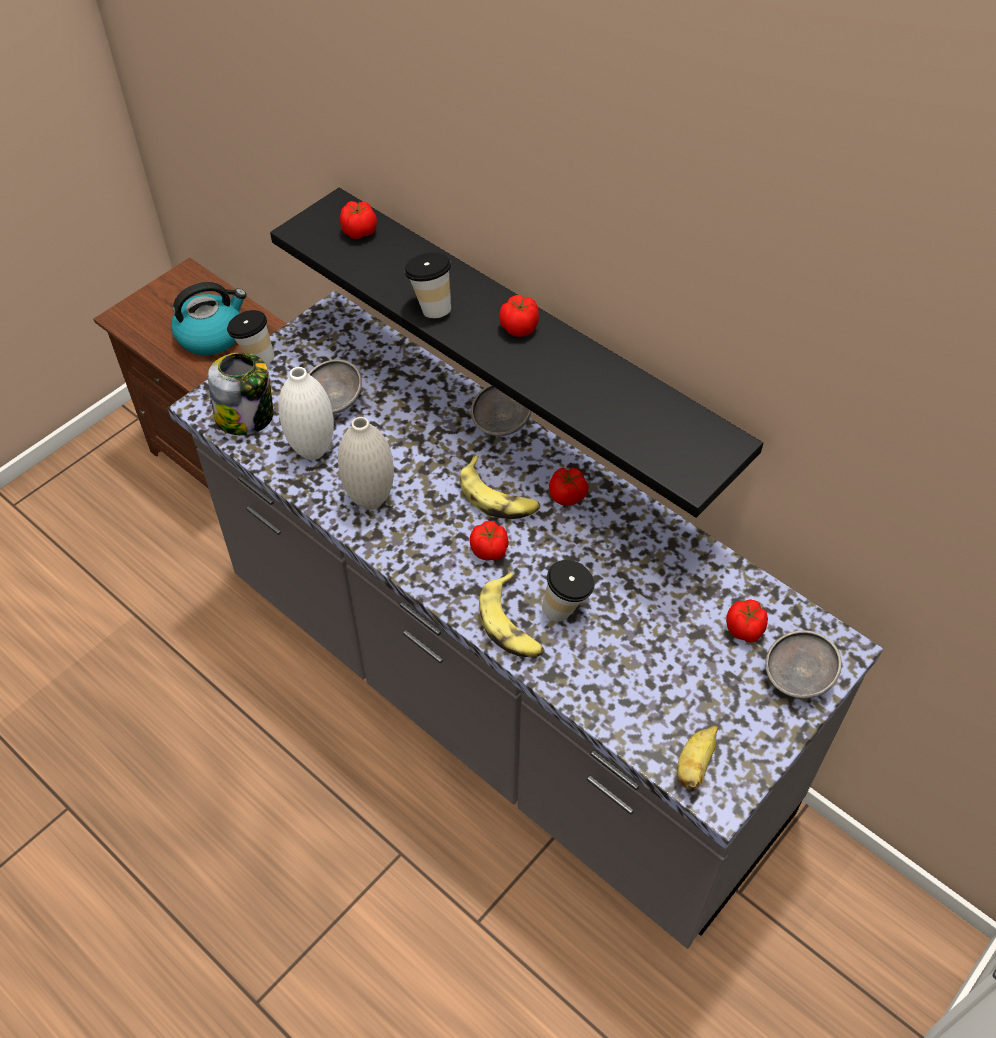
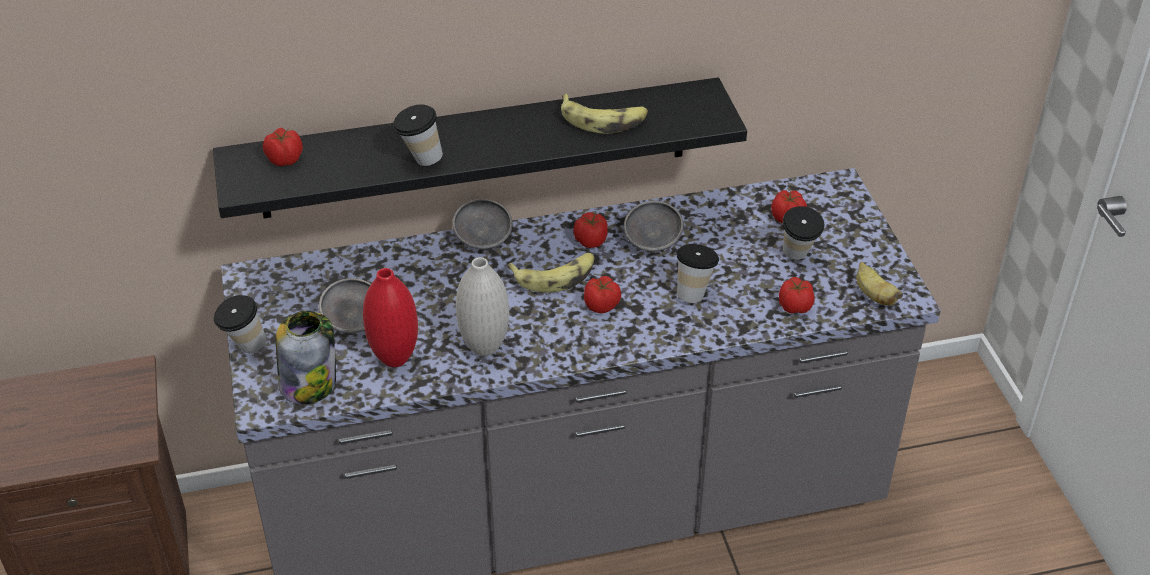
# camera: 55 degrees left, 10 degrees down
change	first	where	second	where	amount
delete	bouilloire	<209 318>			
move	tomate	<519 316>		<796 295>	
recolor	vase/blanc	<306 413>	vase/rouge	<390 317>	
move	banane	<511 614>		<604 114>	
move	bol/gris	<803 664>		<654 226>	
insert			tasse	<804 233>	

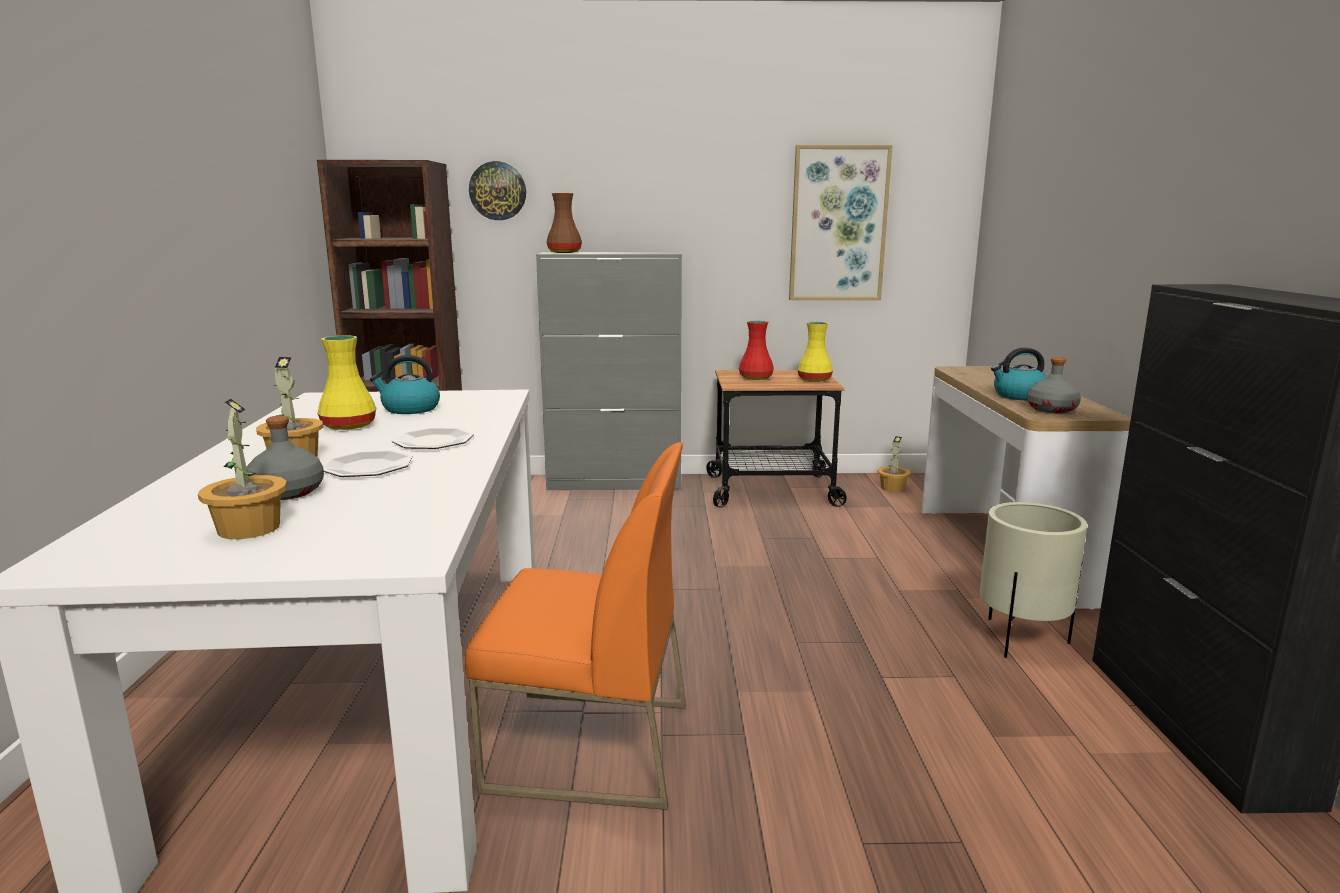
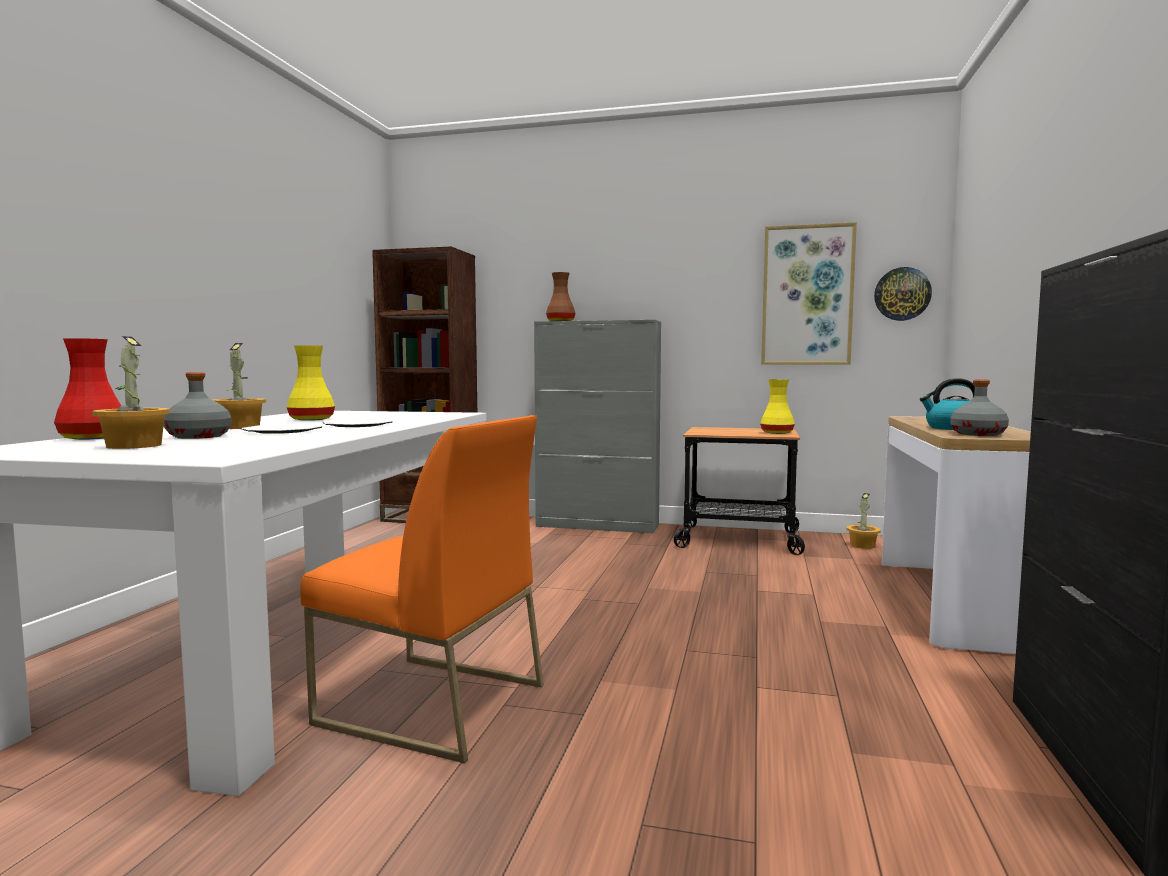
# camera: 15 degrees right, 10 degrees down
change	first	where	second	where	amount
move	horloge murale	<497 190>		<903 294>	
move	vase/rouge	<756 350>		<87 389>	
delete	bouilloire	<405 384>			
delete	cache-pot/beige	<1033 580>			

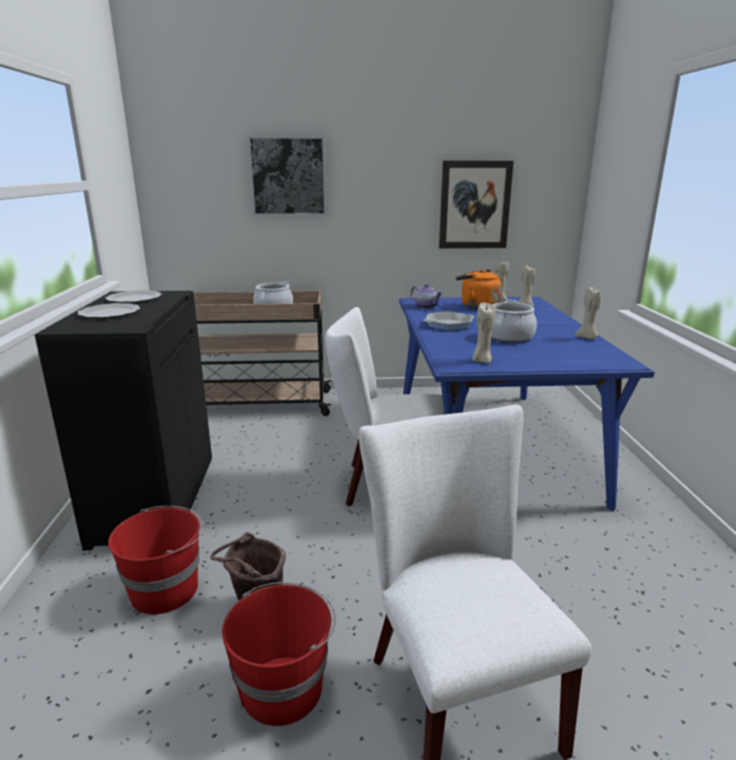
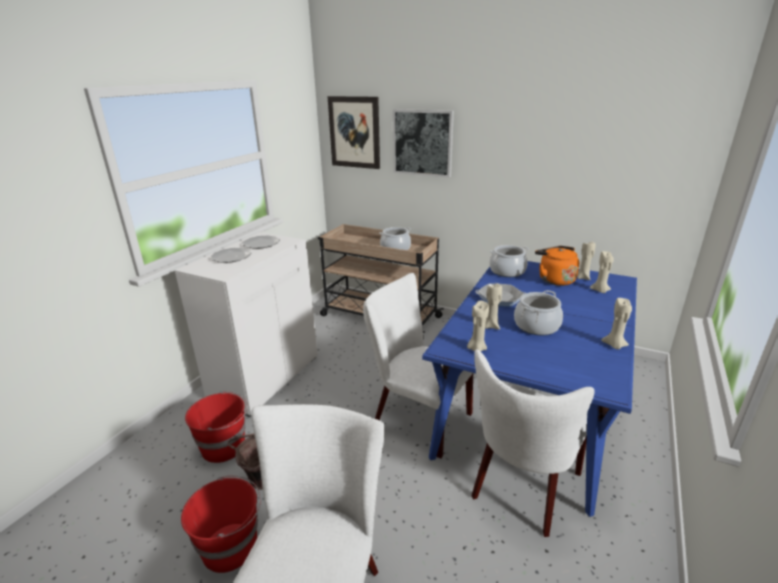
# camera: 30 degrees right, 5 degrees up
change	first	where	second	where	amount
move	tableau	<476 204>		<354 132>	
replace	théière	<426 296>	marmite	<509 261>	
recolor	meuble de rangement/noir	<123 420>	meuble de rangement/blanc	<246 324>	
insert			bougie/beige	<493 306>	
insert			chaise/blanc	<533 443>	

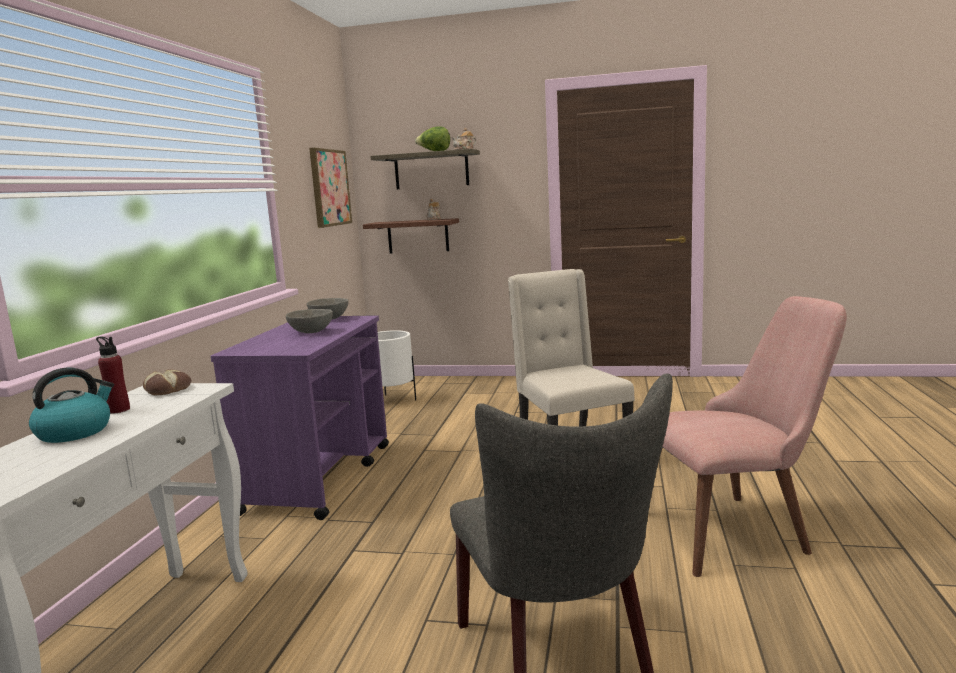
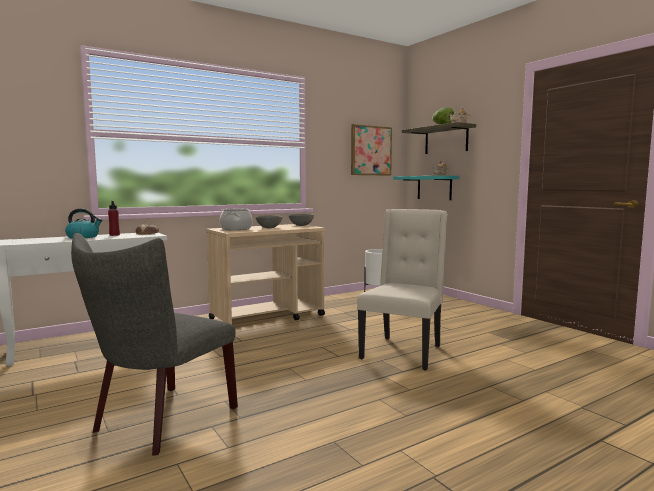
# camera: 45 degrees right, 5 degrees down
change	first	where	second	where	amount
recolor	étagère/marron	<411 235>	étagère/turquoise	<426 188>	
delete	chaise/rose	<753 436>			
recolor	chariot/violet	<300 417>	chariot/beige	<265 274>	
insert			marmite	<236 219>	

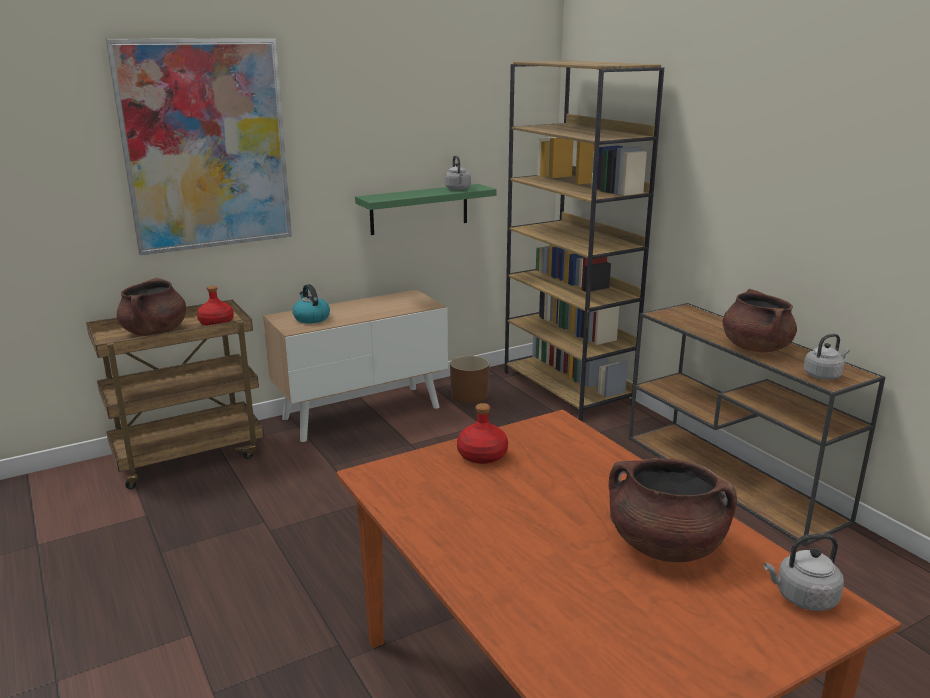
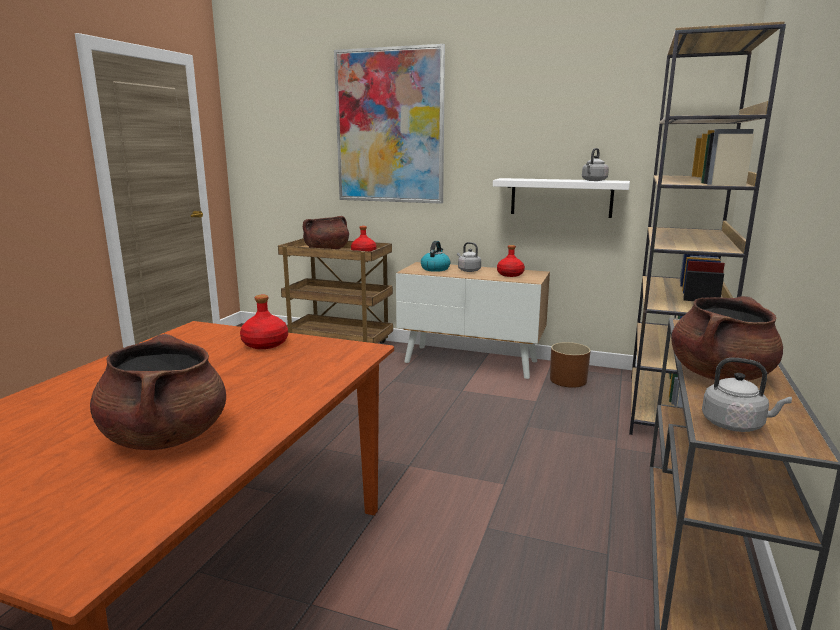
# camera: 50 degrees right, 5 degrees down
change	first	where	second	where	amount
recolor	étagère/vert	<426 209>	étagère/blanc	<561 198>	
move	bouilloire/gris	<804 572>		<469 257>	
insert			bouteille/rouge	<511 261>	

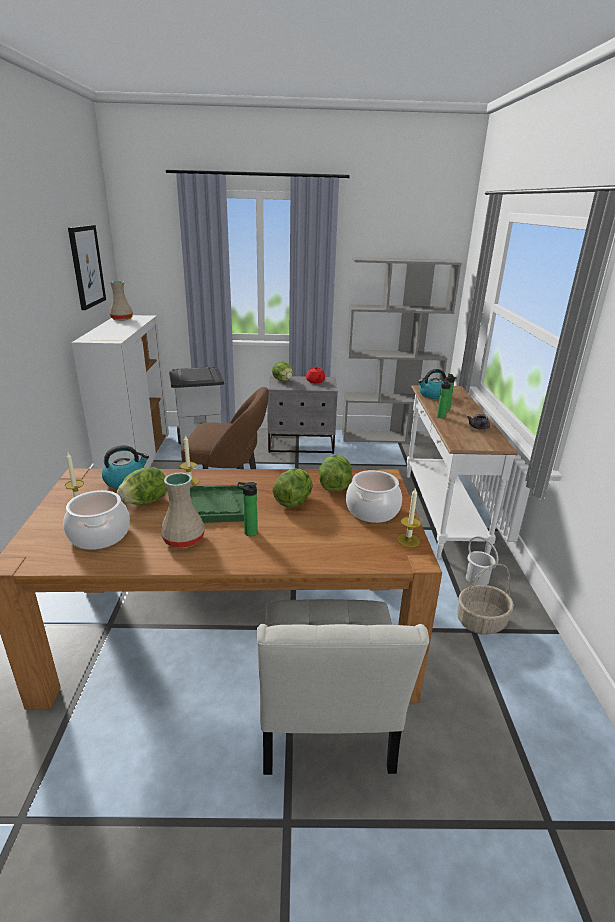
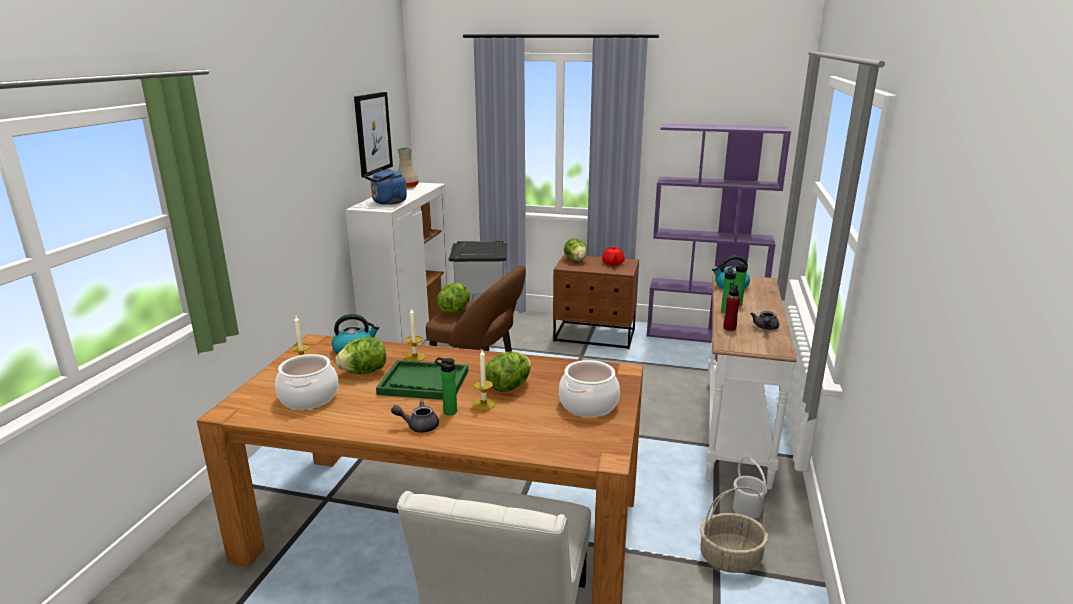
# camera: 15 degrees right, 5 degrees down
change	first	where	second	where	amount
recolor	bibliothèque/gris	<402 350>	bibliothèque/violet	<719 233>	
recolor	table de chevet/gris	<302 415>	table de chevet/marron	<596 301>	
move	laitue	<335 473>		<453 298>	
delete	vase/beige	<183 510>			
move	bougie	<409 517>		<484 380>	
insert			bouilloire/bleu	<385 187>	
insert			bouteille/rouge	<731 307>	
insert			théière/gris	<415 416>	

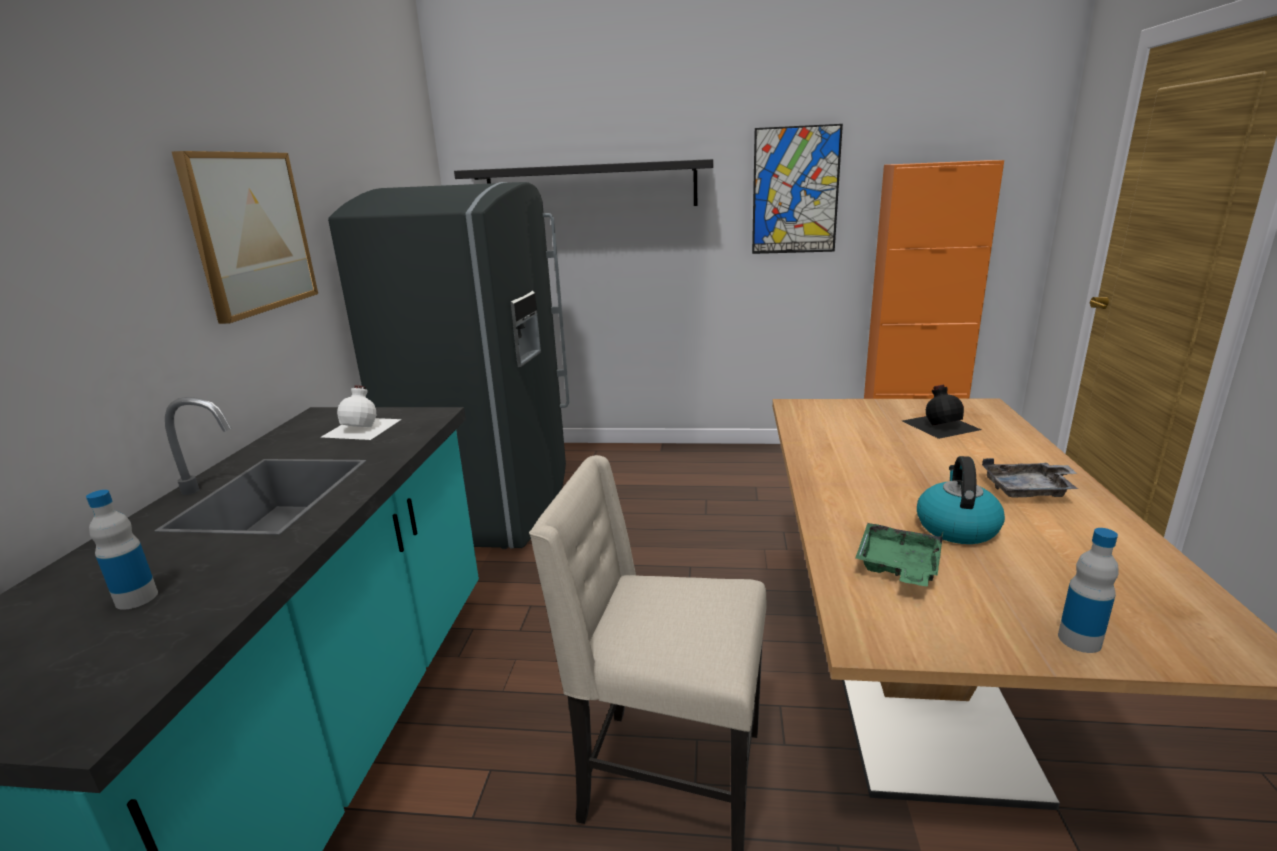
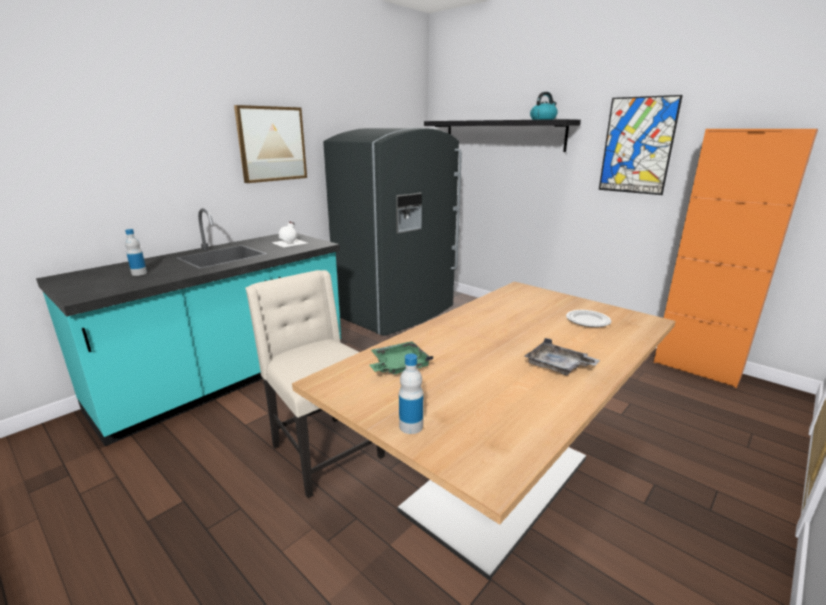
# camera: 35 degrees right, 0 degrees up
change	first	where	second	where	amount
replace	bouteille/noir	<941 412>	assiette	<588 318>	
move	bouilloire	<961 500>		<544 106>	

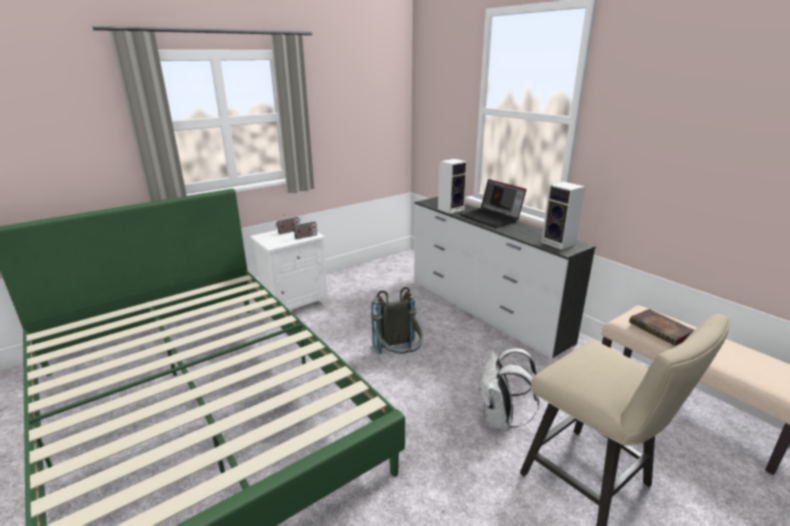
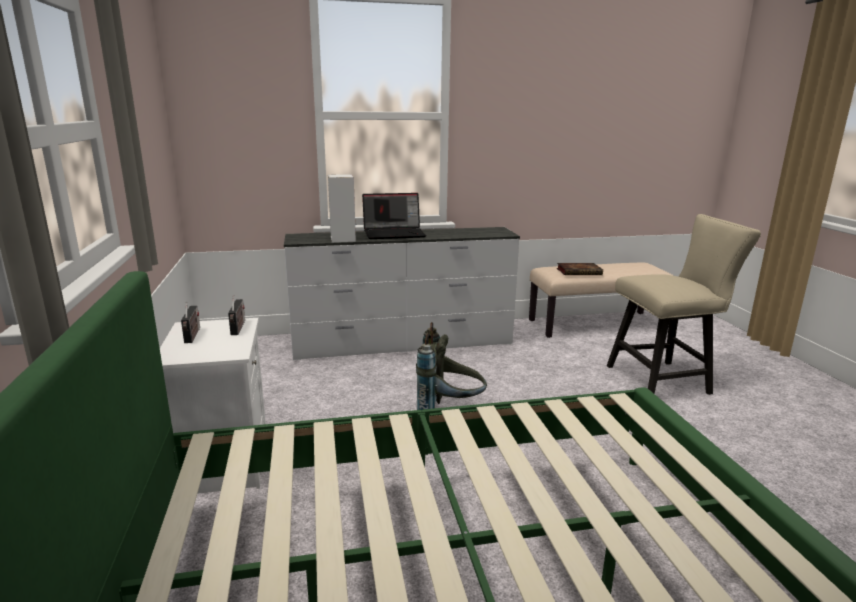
# camera: 65 degrees left, 5 degrees down
change	first	where	second	where	amount
delete	enceinte	<563 215>			
delete	sac à dos/blanc	<509 389>			

